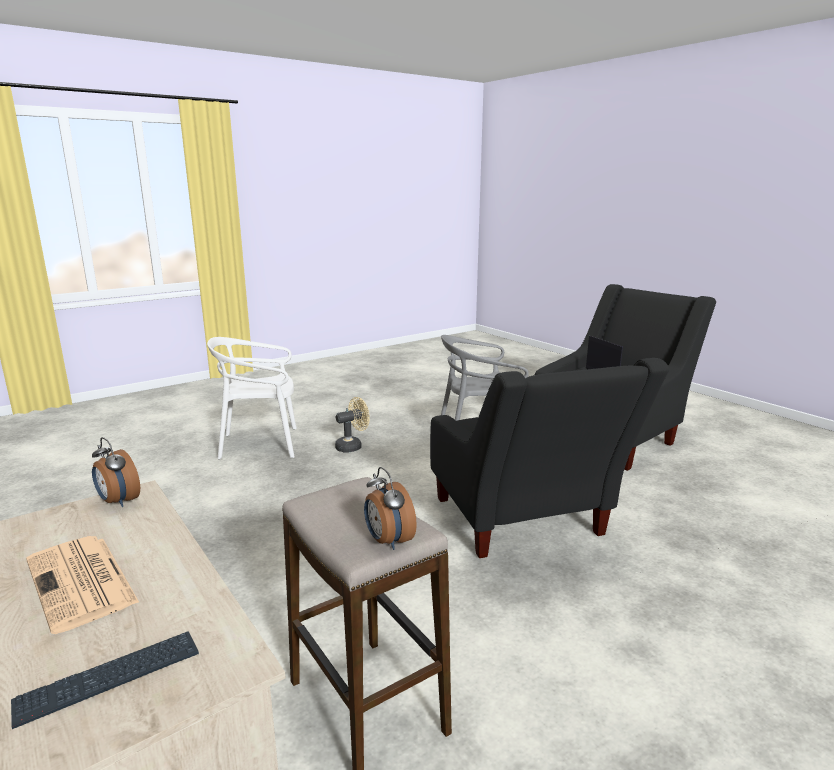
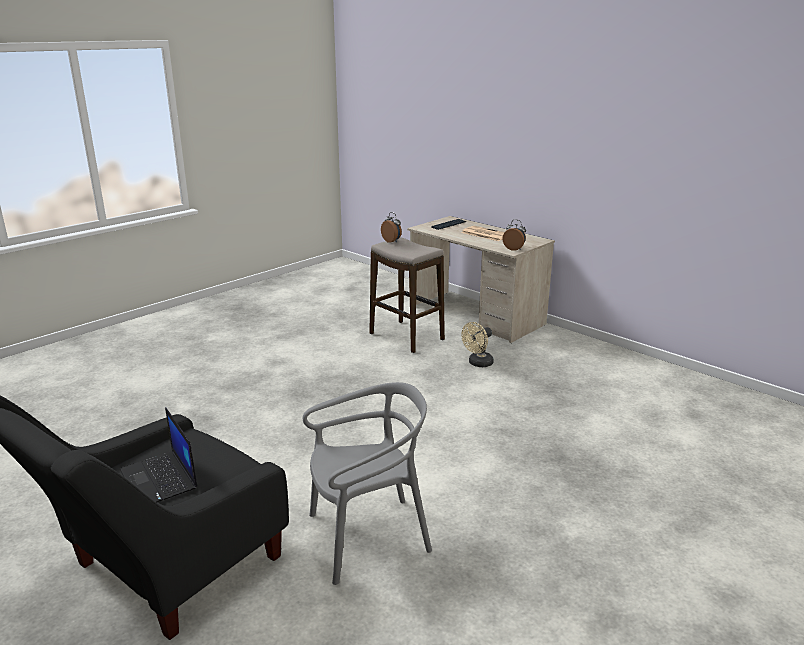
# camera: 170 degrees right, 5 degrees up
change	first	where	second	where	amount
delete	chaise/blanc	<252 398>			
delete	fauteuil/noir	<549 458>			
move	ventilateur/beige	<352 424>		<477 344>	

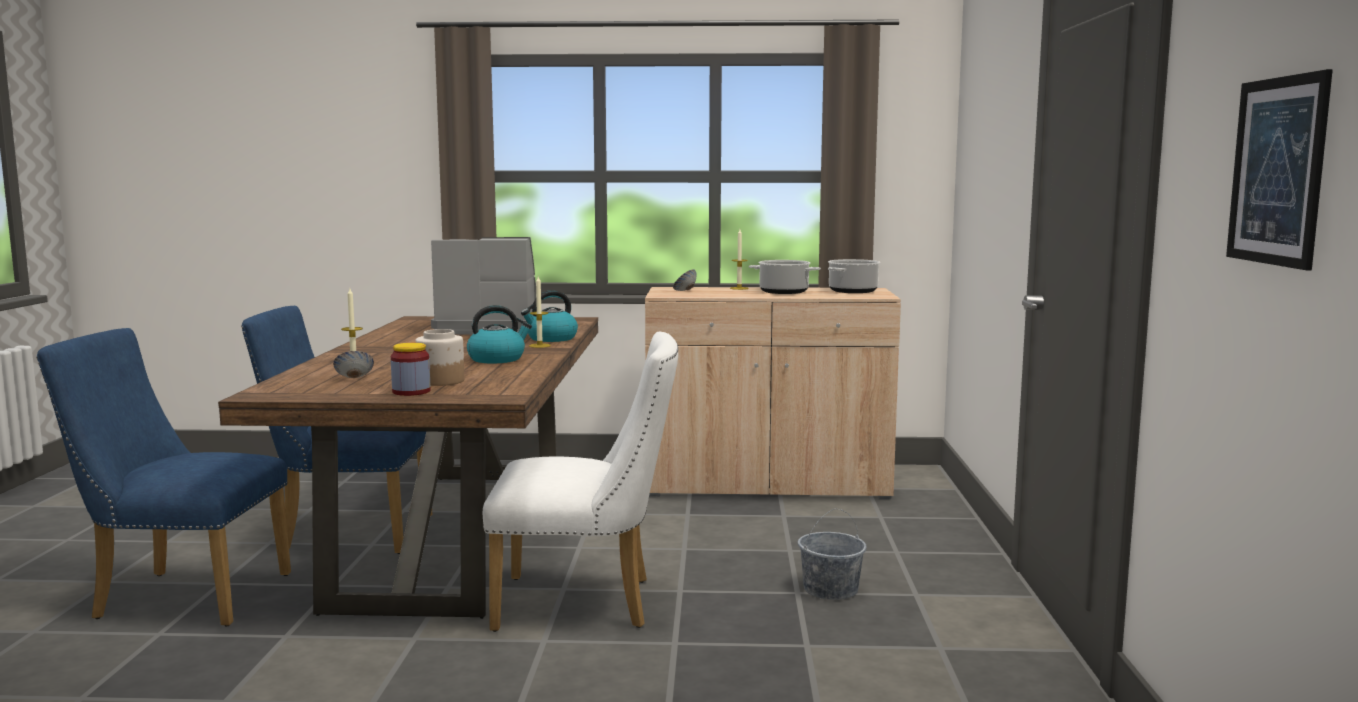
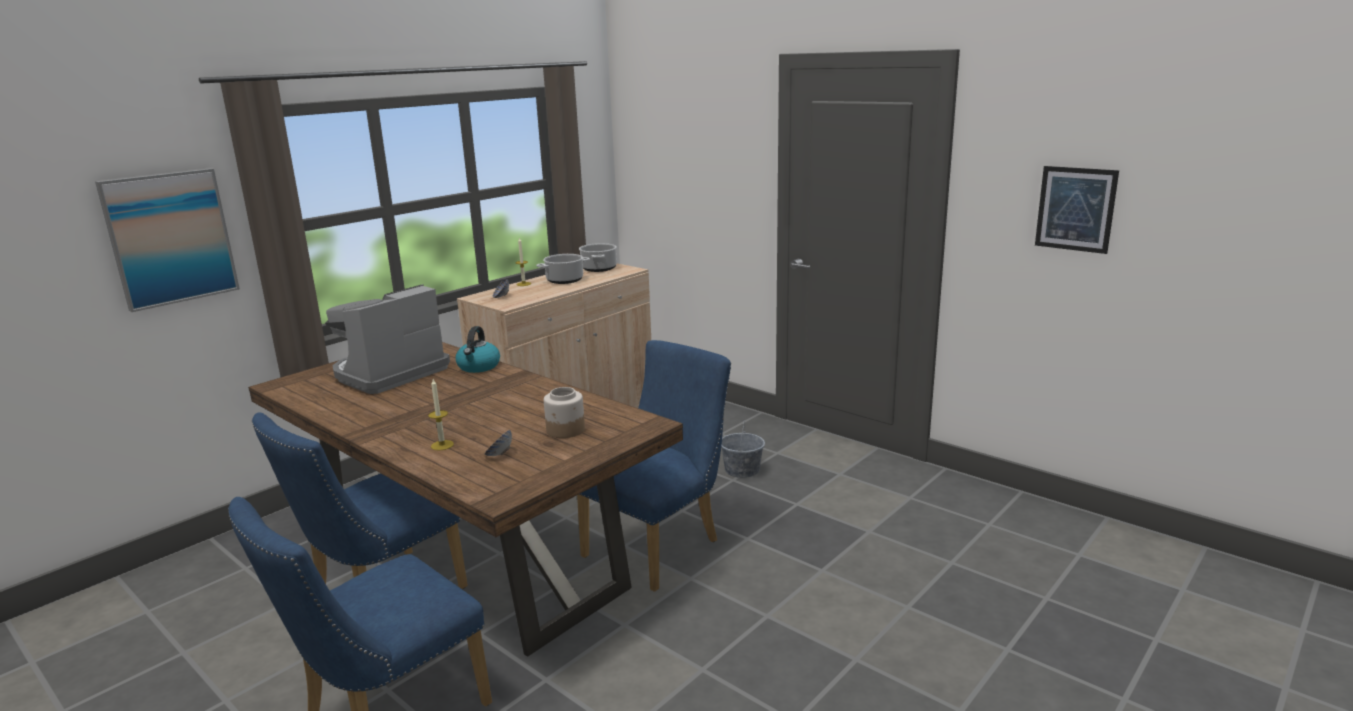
# camera: 50 degrees left, 10 degrees up
change	first	where	second	where	amount
delete	bougie	<540 312>			
delete	bouilloire	<499 334>			
recolor	chaise/blanc	<580 482>	chaise/bleu	<654 466>	
delete	bocal	<411 369>			
insert			tableau	<167 240>	

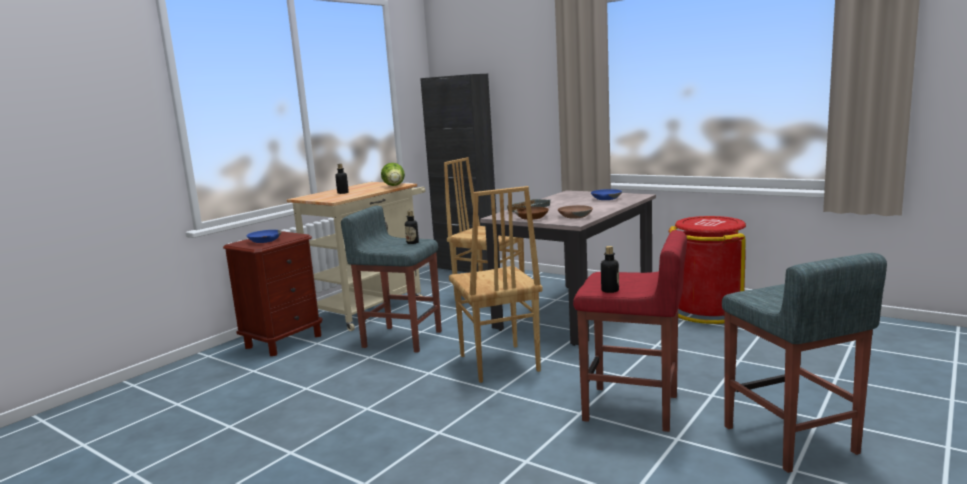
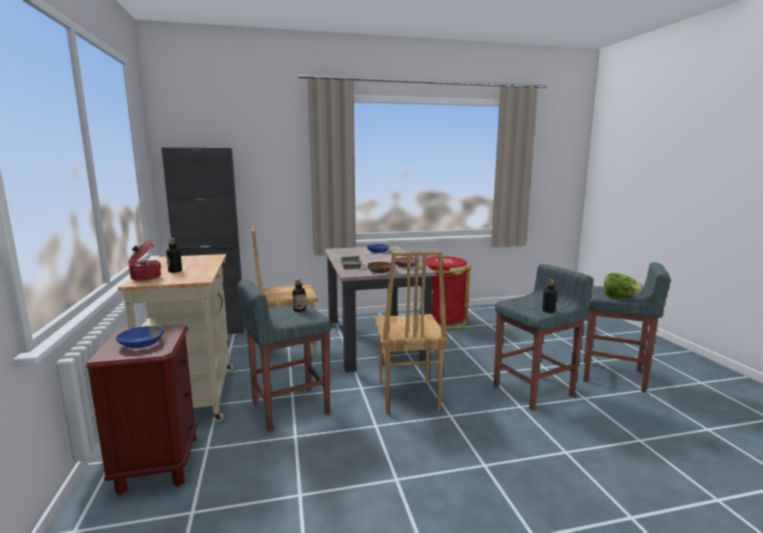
# camera: 50 degrees left, 0 degrees up
change	first	where	second	where	amount
move	laitue	<393 174>		<623 285>	
rotate	chaise/marron	<496 284>		<411 332>	60 degrees clockwise
recolor	tabouret/rouge	<630 331>	tabouret/gris	<543 337>	
insert			marmite	<144 261>	

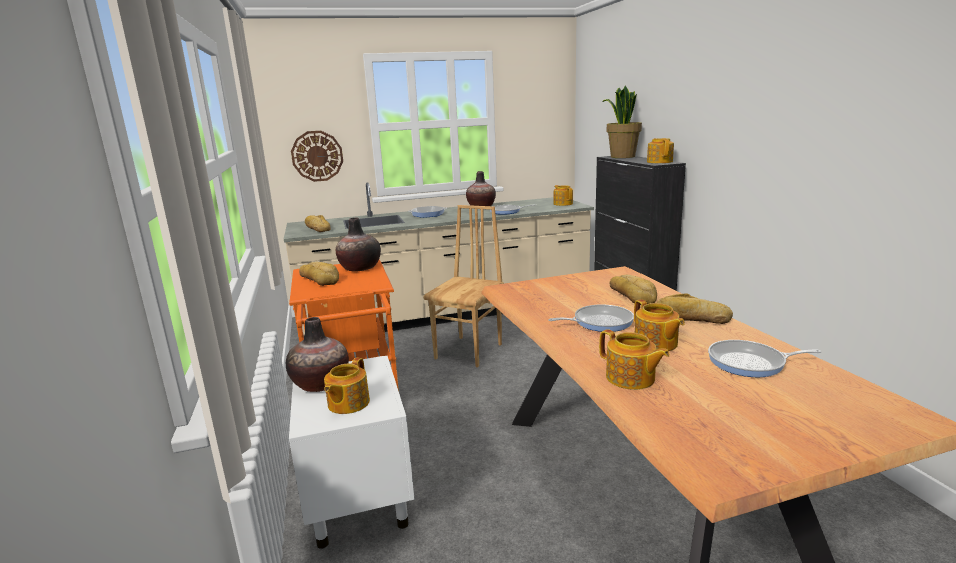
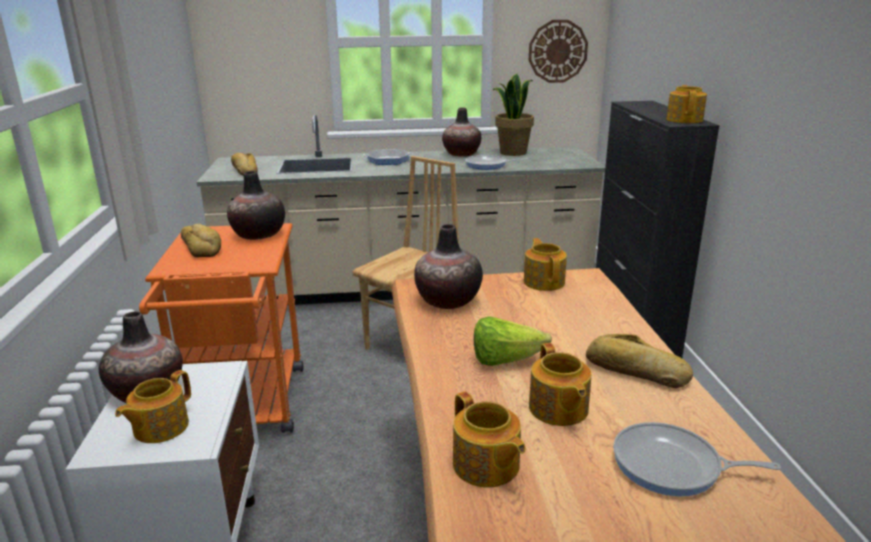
# camera: 10 degrees right, 5 degrees up
change	first	where	second	where	amount
move	plante en pot	<622 122>		<513 115>	
move	horloge murale	<317 156>		<558 51>	
move	théière	<563 195>		<545 264>	
delete	pain	<633 290>			
replace	poêle	<591 318>	laitue	<513 341>	
insert			vase	<448 266>	

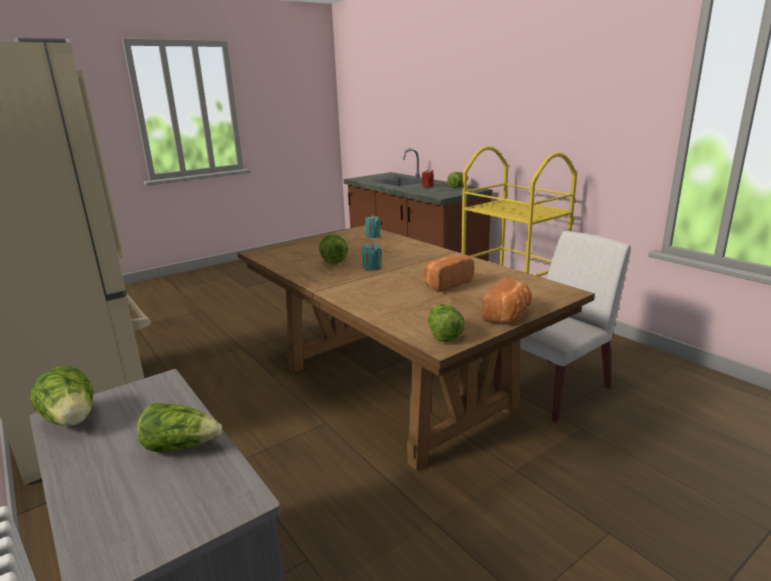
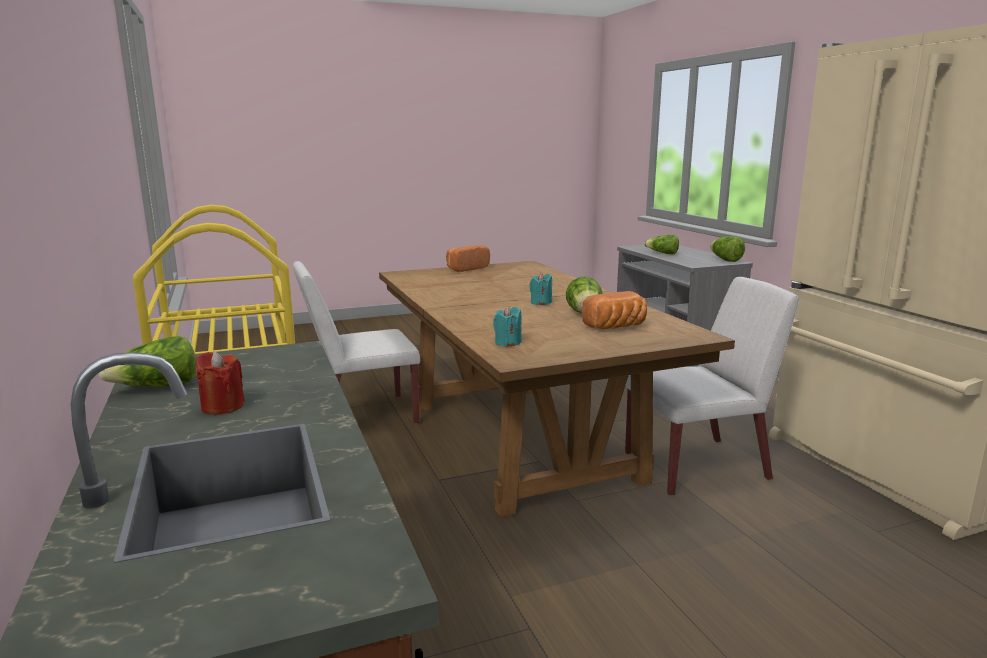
# camera: 165 degrees left, 5 degrees down
change	first	where	second	where	amount
move	pain	<448 273>		<614 310>	
delete	laitue	<446 323>			
insert			chaise/blanc	<712 386>	

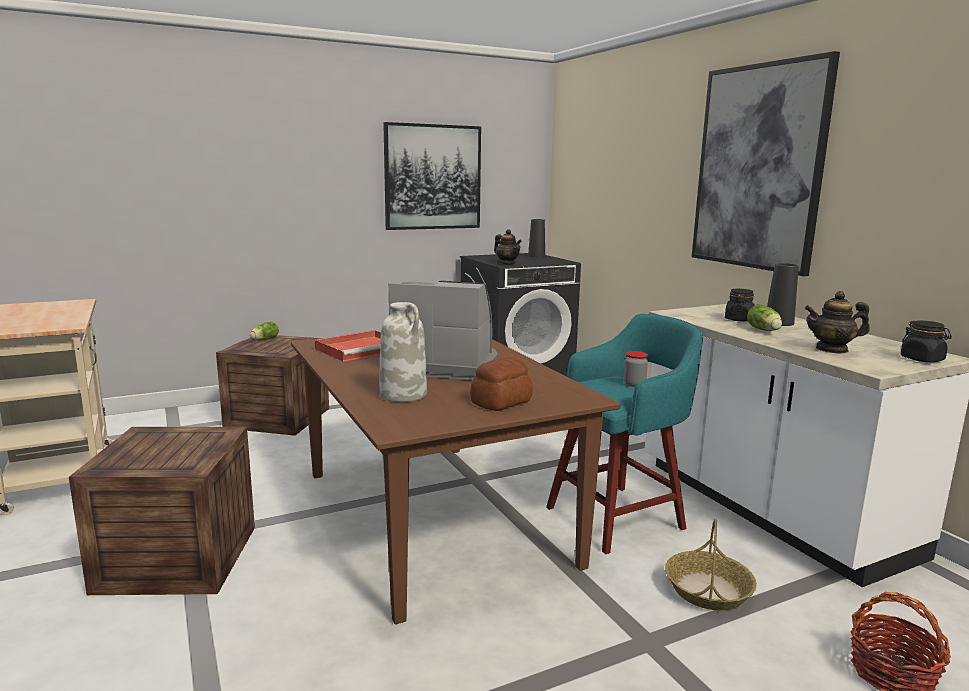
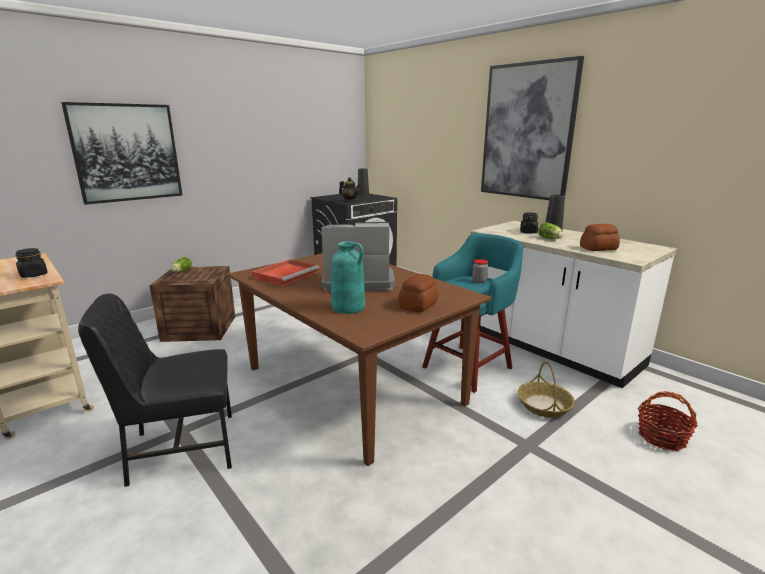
# camera: 15 degrees left, 5 degrees up
change	first	where	second	where	amount
move	tableau	<432 176>		<121 153>	
replace	théière	<837 322>	pain	<600 237>	
recolor	vase/blanc	<403 352>	vase/turquoise	<348 277>	
move	bocal/noir	<926 341>		<31 263>	
replace	caisse	<162 511>	chaise/noir	<155 390>	

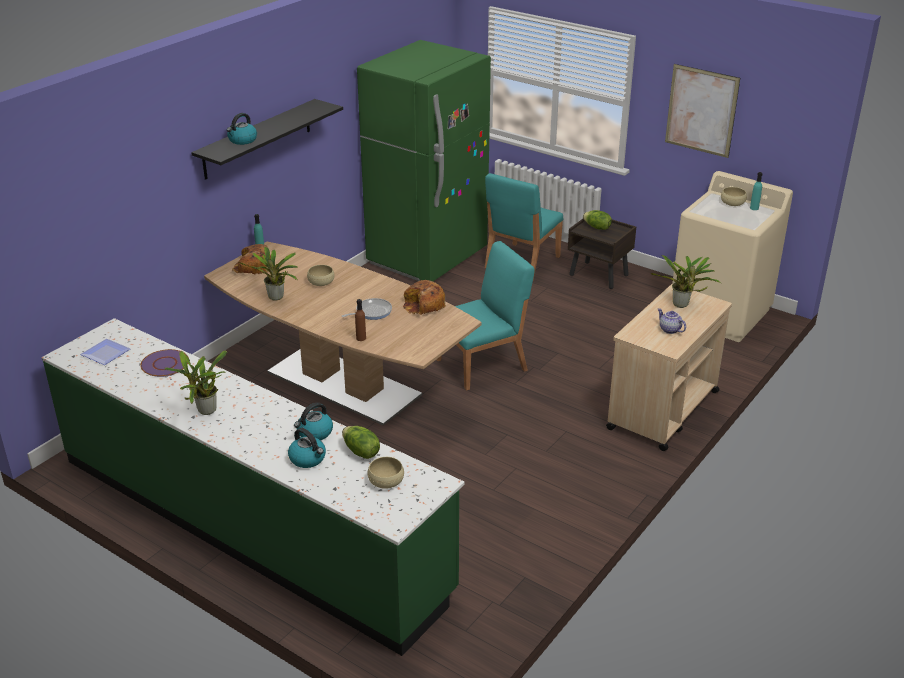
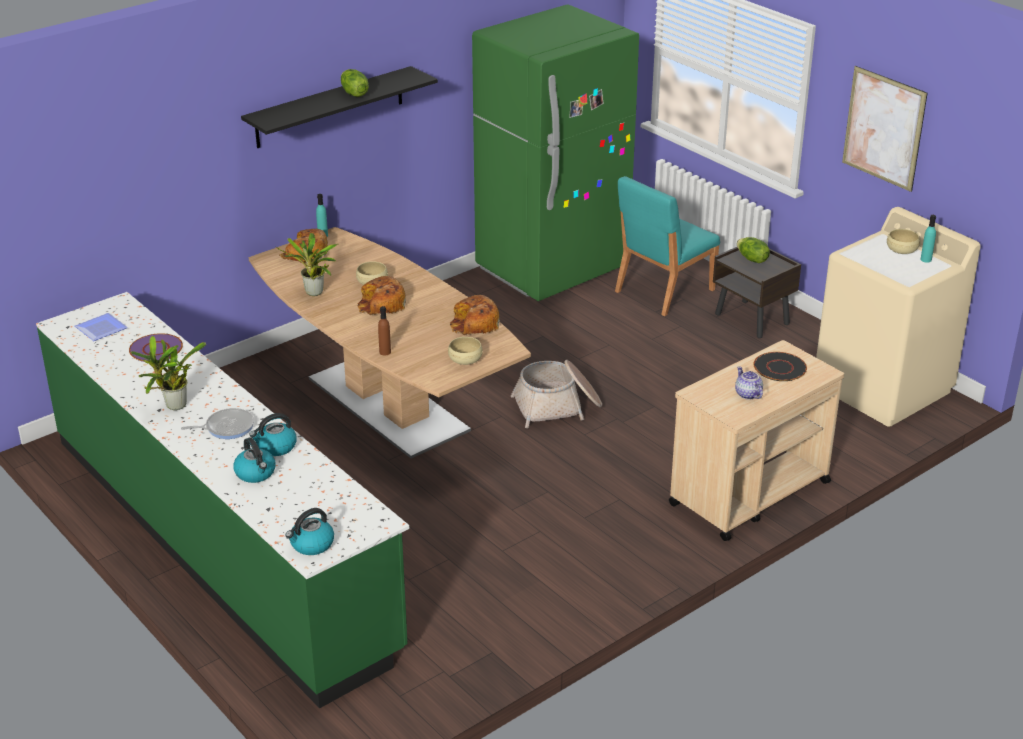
# camera: 15 degrees right, 0 degrees up
change	first	where	second	where	amount
move	bouilloire	<242 129>		<309 531>	
replace	chaise/turquoise	<485 316>	panier	<556 394>	
replace	plante en pot	<686 281>	assiette/noir	<780 366>	
move	poêle	<367 309>		<217 423>	
move	laitue	<361 442>		<355 83>	
move	bol/beige	<386 473>		<465 351>	
insert			pain	<381 295>	

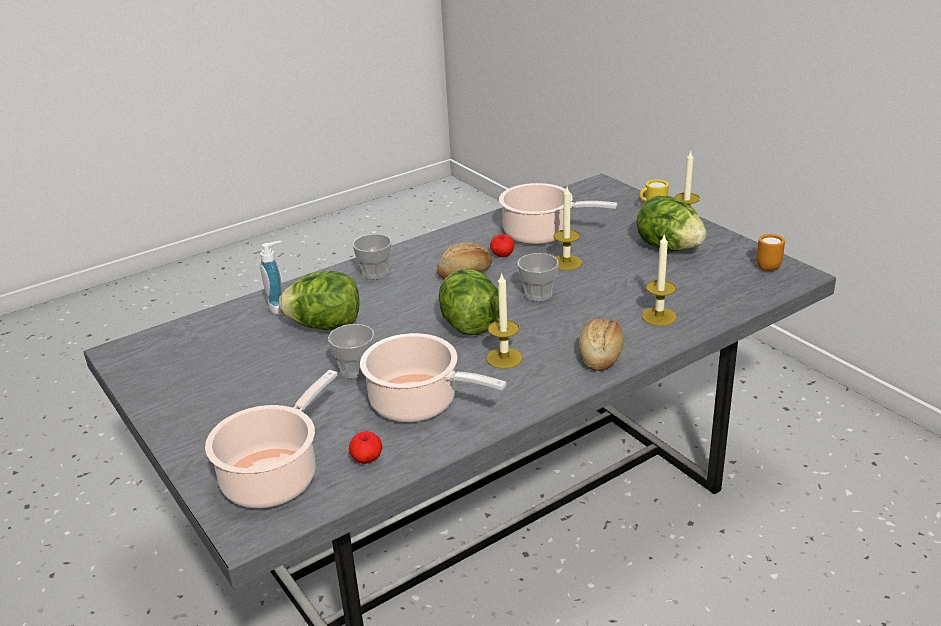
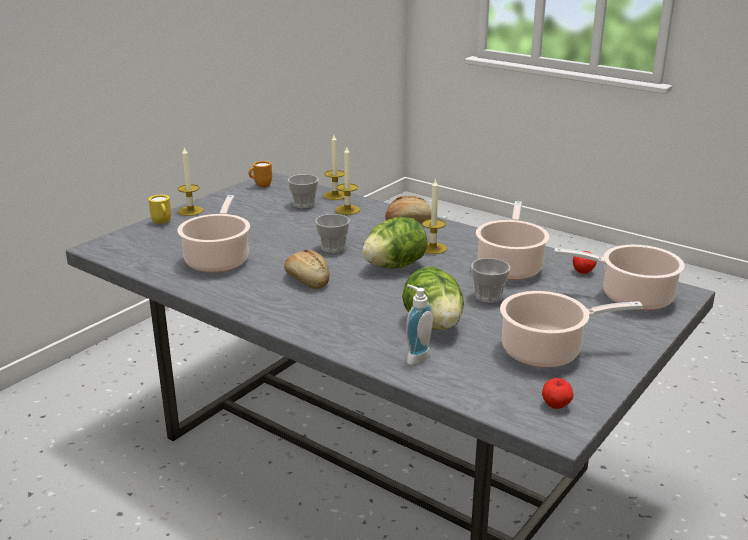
# camera: 110 degrees left, 5 degrees down
change	first	where	second	where	amount
move	bougie	<568 228>		<334 167>	
delete	laitue	<671 224>			
move	tasse	<372 256>		<303 191>	
move	pomme	<502 245>		<557 393>	
insert			marmite	<571 329>	

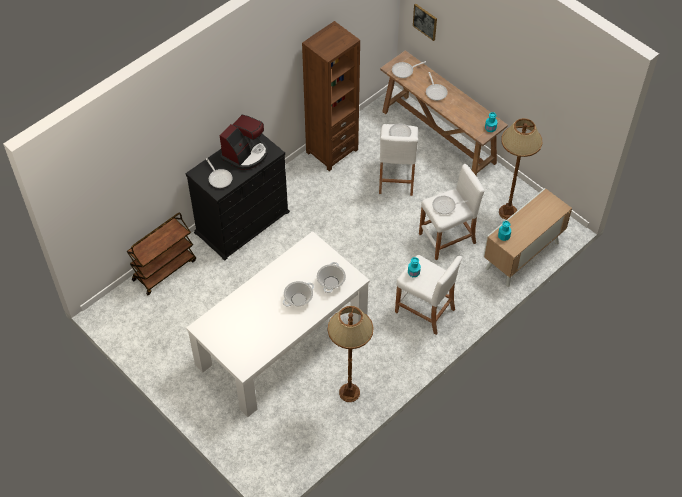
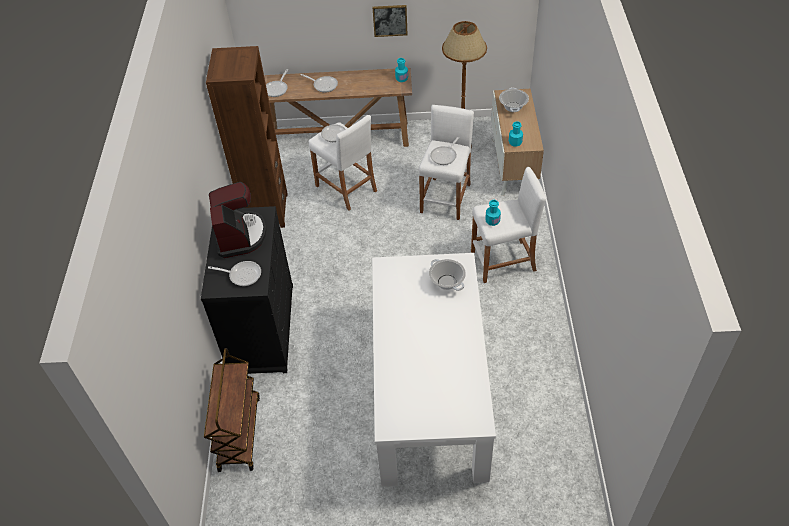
# camera: 45 degrees left, 5 degrees down
change	first	where	second	where	amount
move	tableau	<425 22>		<390 21>	
move	marmite	<298 294>		<514 99>	
delete	lampadaire/marron	<351 354>			

